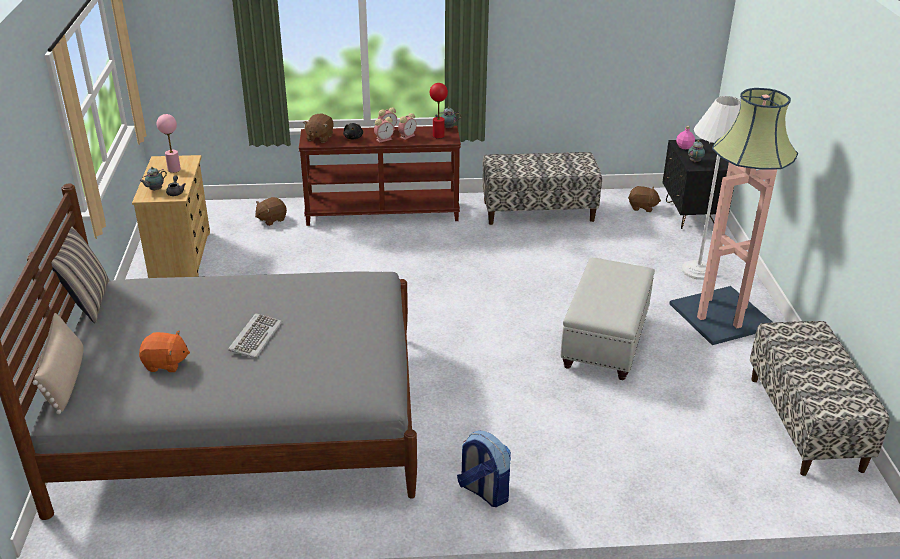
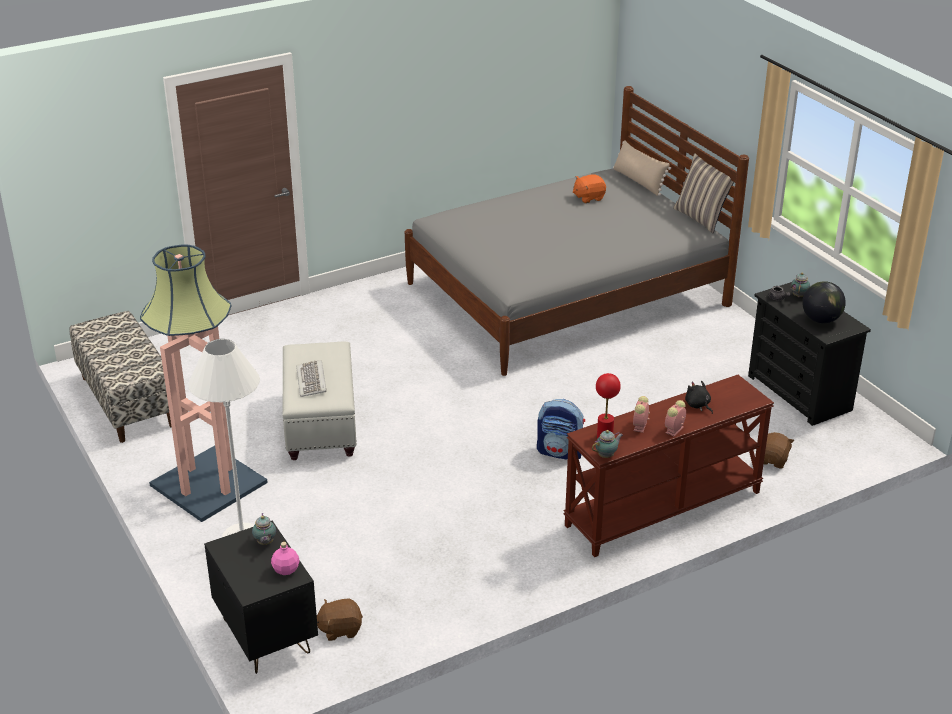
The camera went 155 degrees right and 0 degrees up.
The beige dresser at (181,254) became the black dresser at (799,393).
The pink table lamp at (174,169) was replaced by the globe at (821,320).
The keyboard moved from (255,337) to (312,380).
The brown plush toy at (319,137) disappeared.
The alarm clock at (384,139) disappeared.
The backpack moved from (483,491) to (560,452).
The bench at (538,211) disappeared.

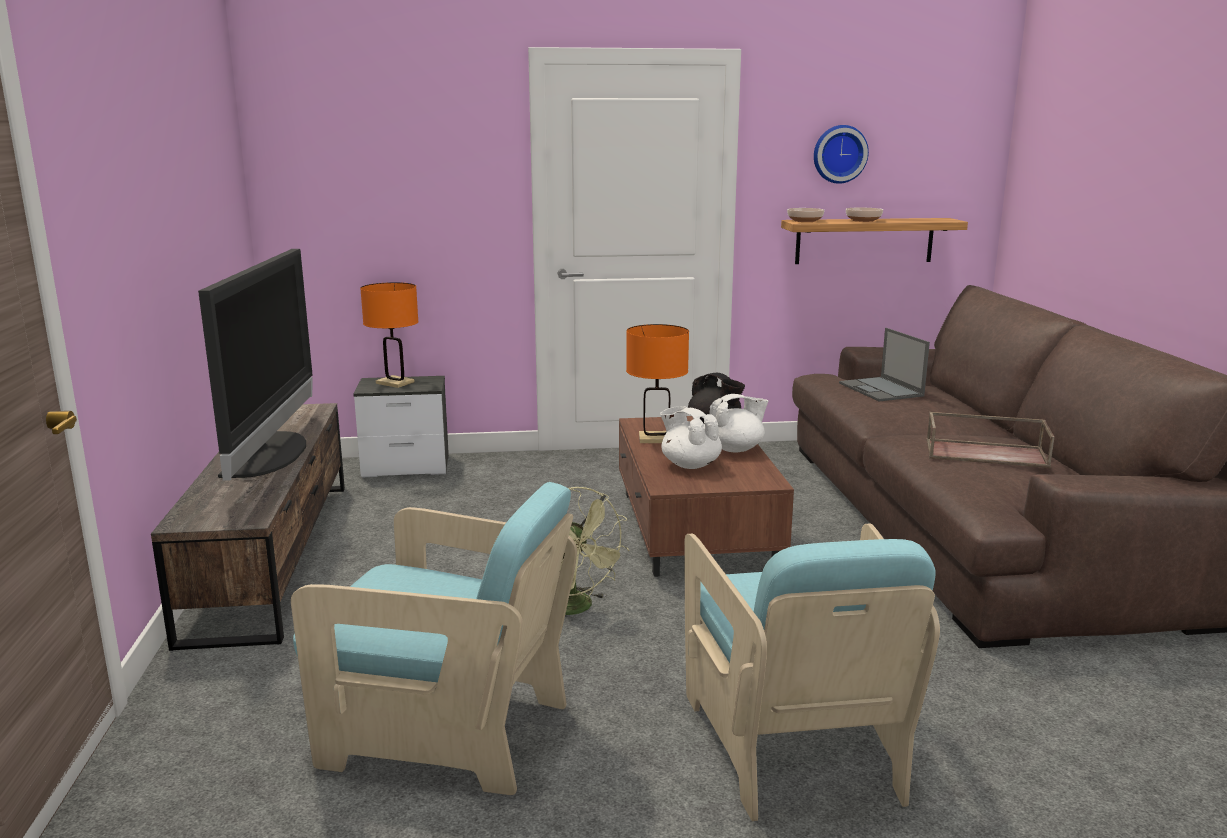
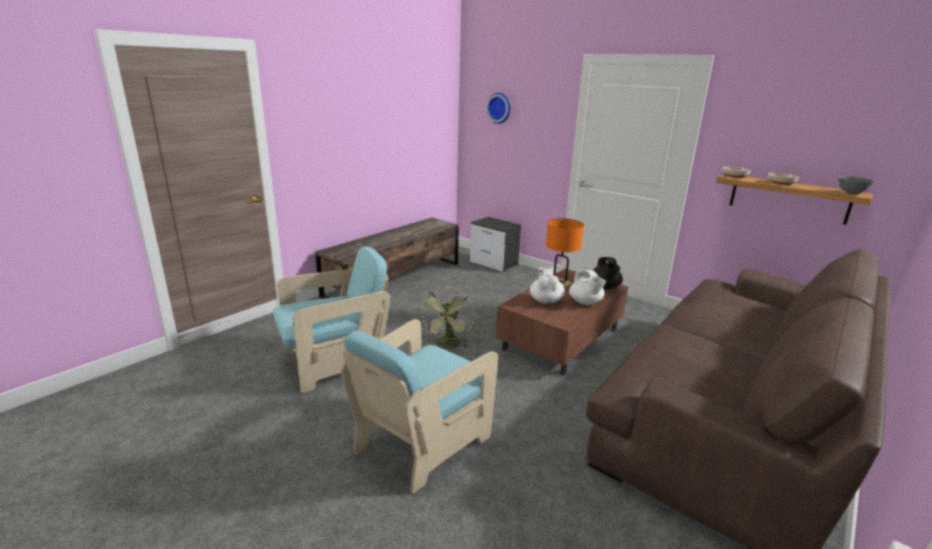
The camera went 45 degrees right and 5 degrees up.
The television at (270,454) disappeared.
The turquoise armchair at (446,731) turned 90 degrees counterclockwise.
The orange table lamp at (395,383) disappeared.
The white teapot at (735,449) turned 45 degrees clockwise.
The wall clock moved from (839,154) to (499,108).
The laptop at (881,390) disappeared.
The brown tray at (987,453) disappeared.
The grey bowl at (851,193) appeared.

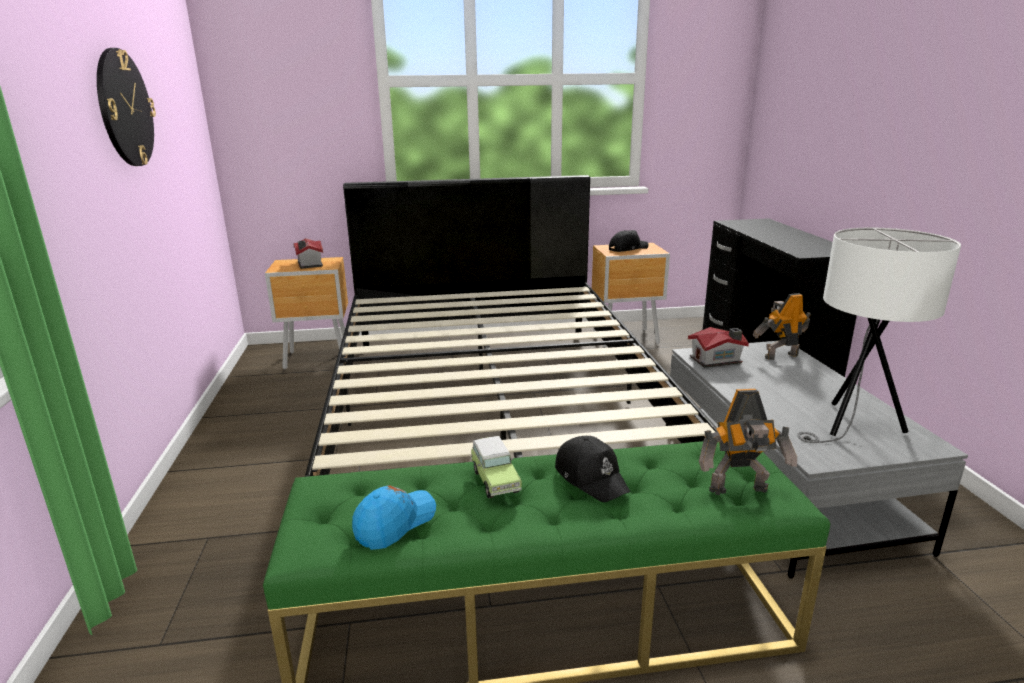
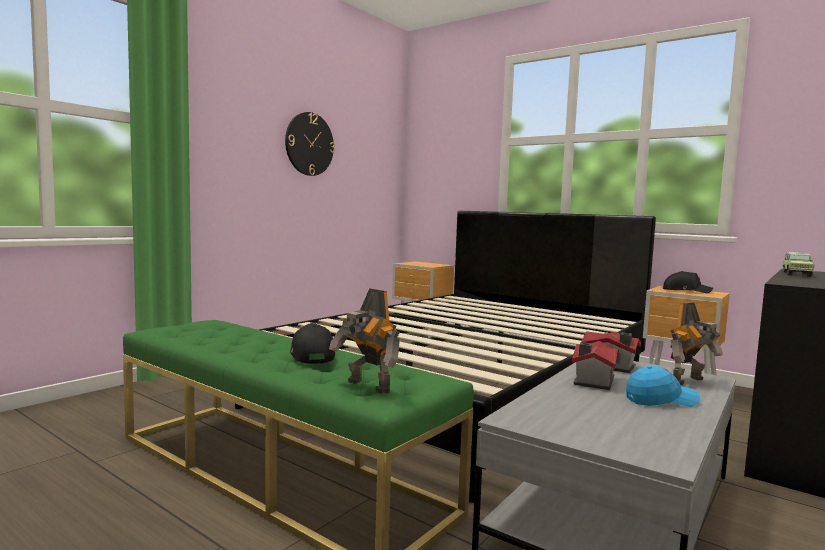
The camera went 45 degrees right and 15 degrees down.
The toy house moved from (309,264) to (592,381).
The blue cap moved from (395,523) to (661,400).
The toy car moved from (494,480) to (796,274).
The black cap at (591,477) turned 150 degrees clockwise.
The toy robot at (779,355) turned 120 degrees clockwise.
The white table lamp at (852,426) disappeared.

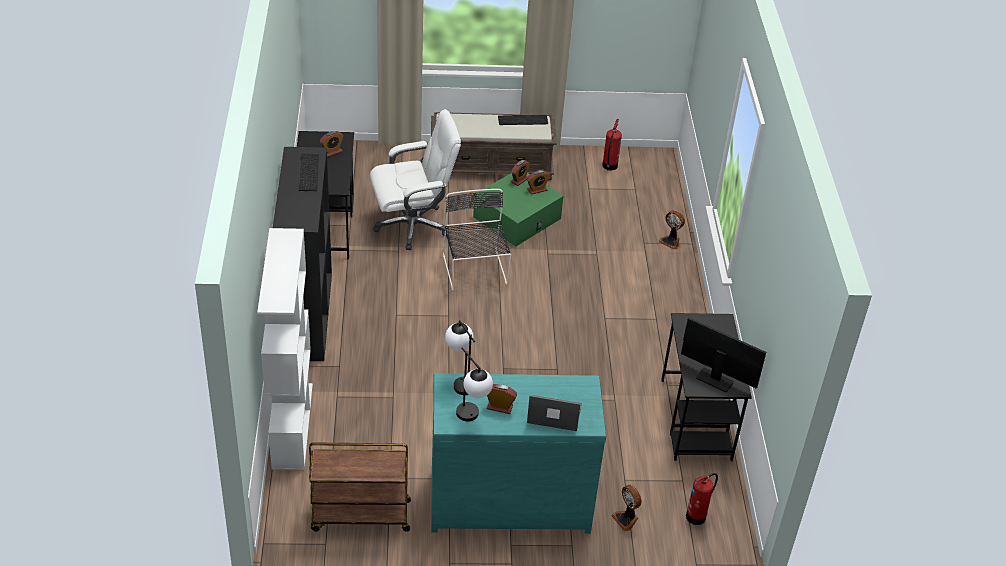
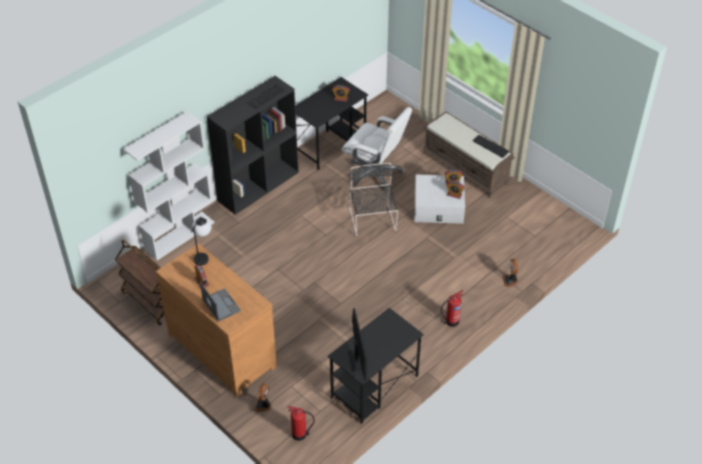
The camera went 50 degrees right and 5 degrees up.
The turquoise dresser at (509,499) became the brown dresser at (223,348).
The black chair at (475,271) turned 45 degrees counterclockwise.
The table lamp at (472,419) disappeared.
The green storage box at (517,217) became the white storage box at (438,206).
The fire extinguisher moved from (609,166) to (451,321).

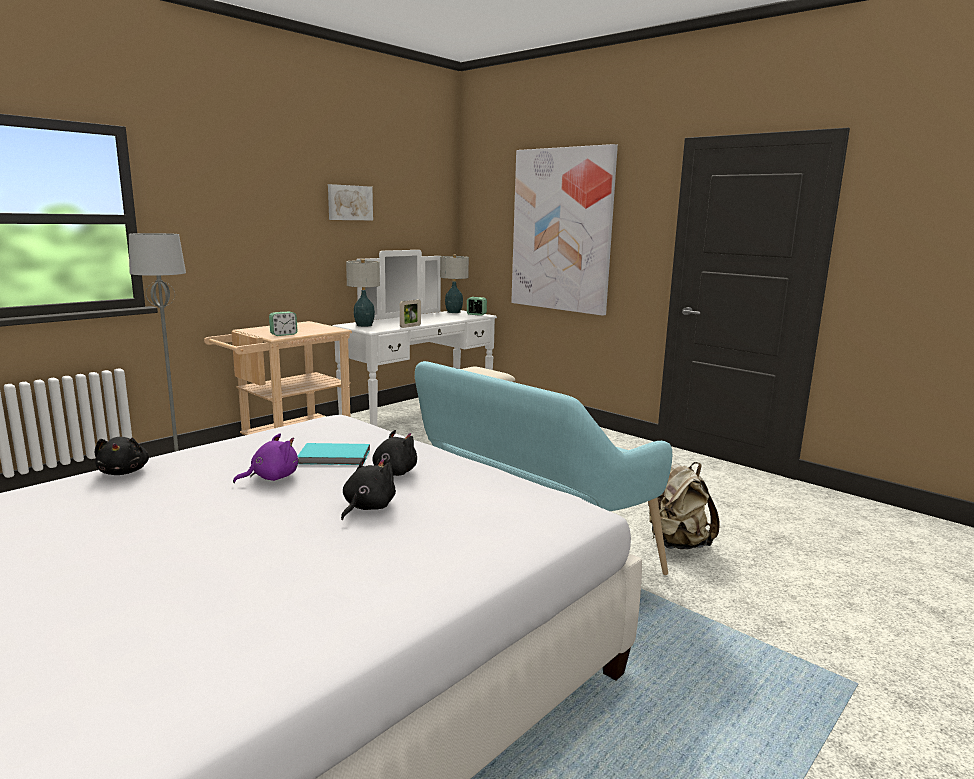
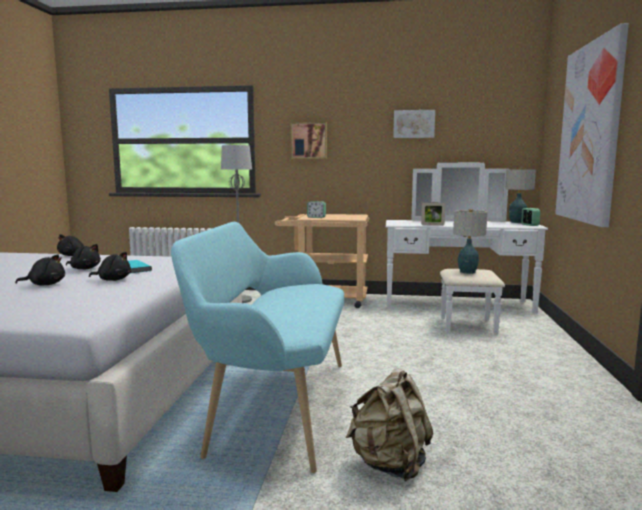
The camera went 55 degrees right and 5 degrees down.
The purple plush toy at (271,478) became the black plush toy at (85,269).
The table lamp moved from (364,325) to (467,272).
The picture at (309,140) appeared.

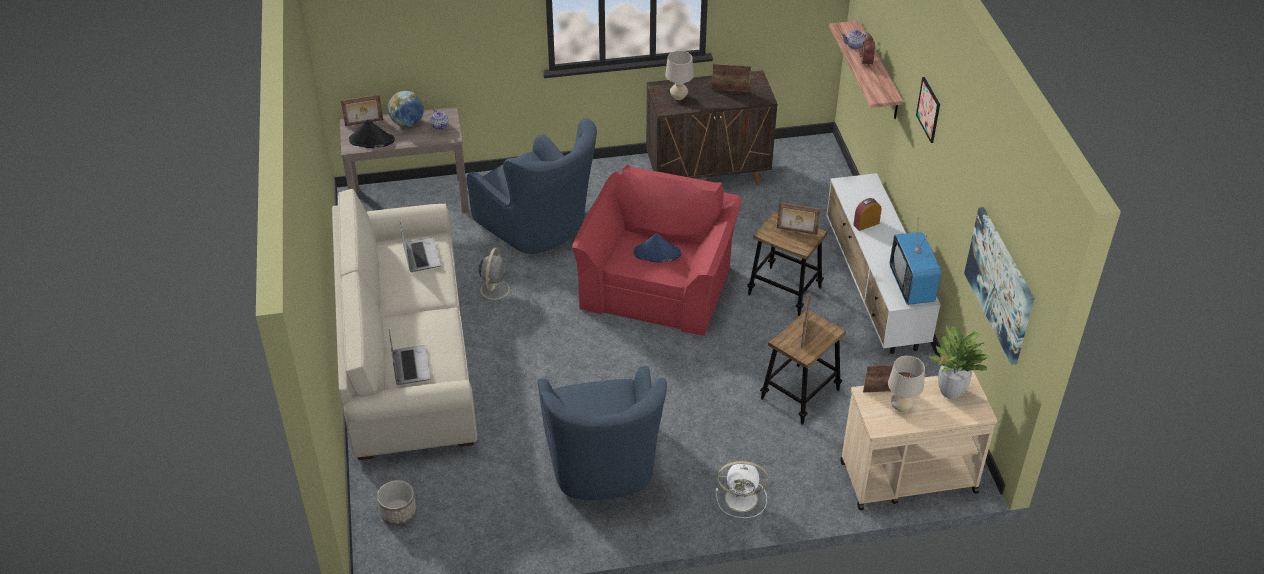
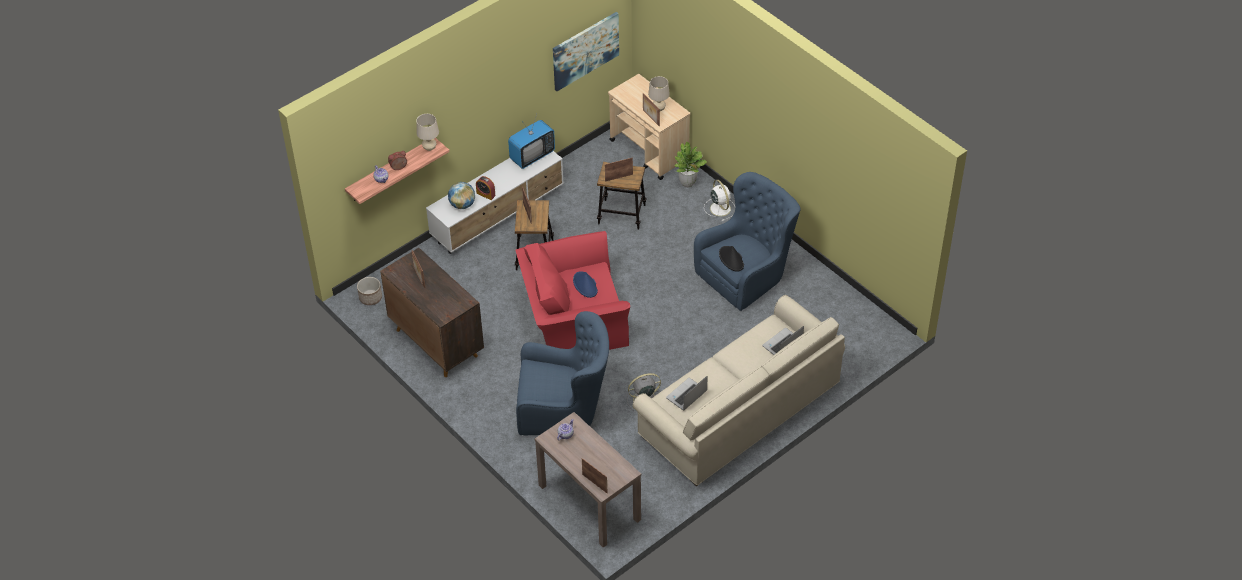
The camera went 120 degrees left and 5 degrees up.
The black hat moved from (371,140) to (731,259).
The planter moved from (398,512) to (370,298).
The globe moved from (408,123) to (462,205).
The blue armchair at (538,228) turned 75 degrees clockwise.
The beige table lamp moved from (678,97) to (429,148).
The picture at (928,109) disappeared.
The potted plant moved from (950,391) to (687,183).

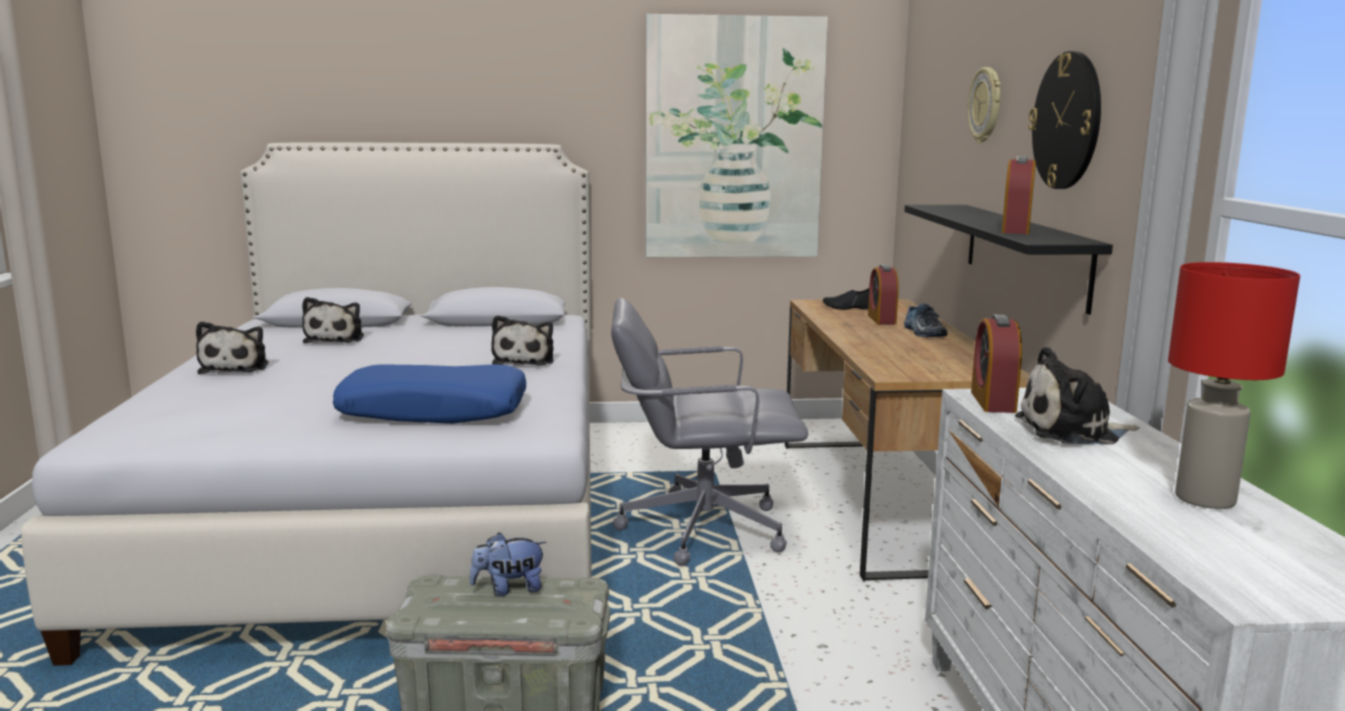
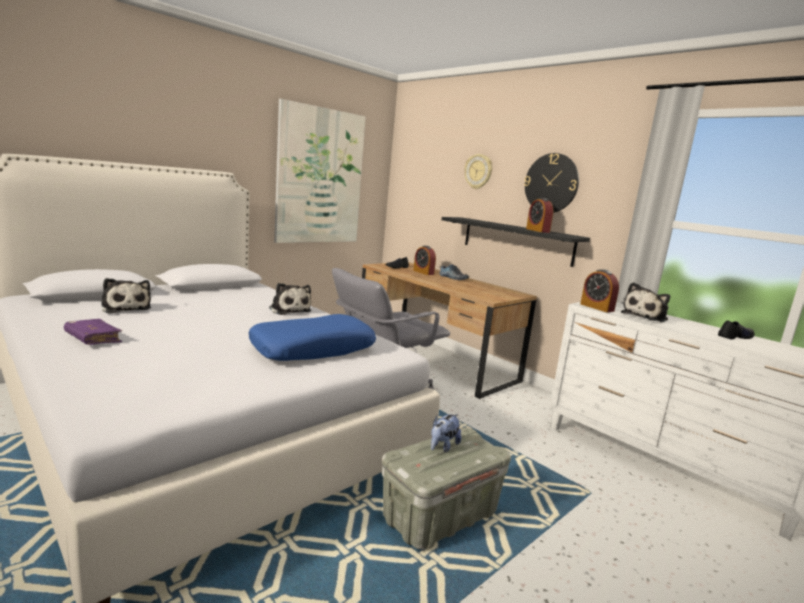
The camera went 40 degrees left and 0 degrees up.
The plush toy at (236,368) was replaced by the purple book at (93,339).
The red table lamp at (1203,499) was replaced by the black shoe at (735,336).

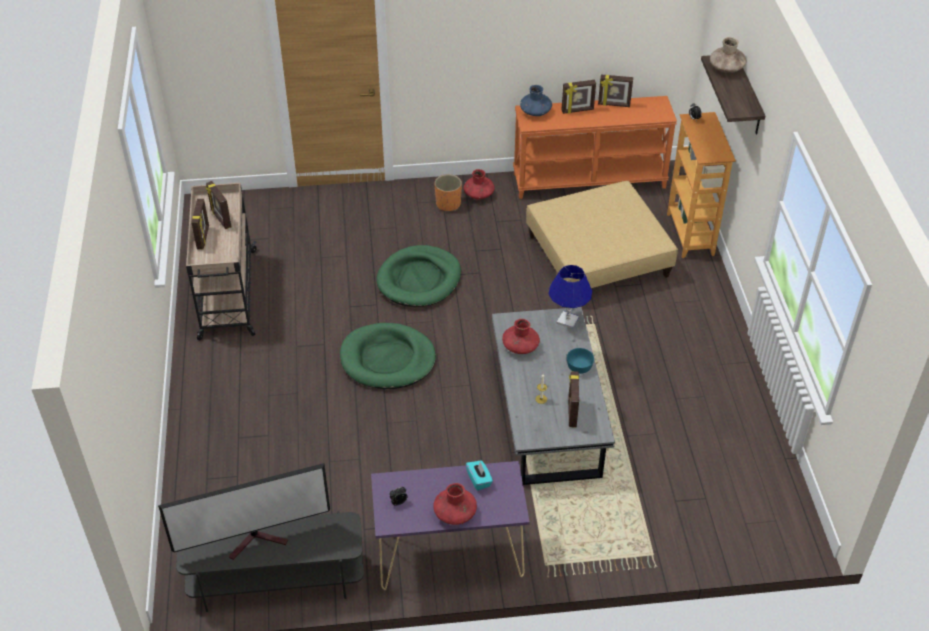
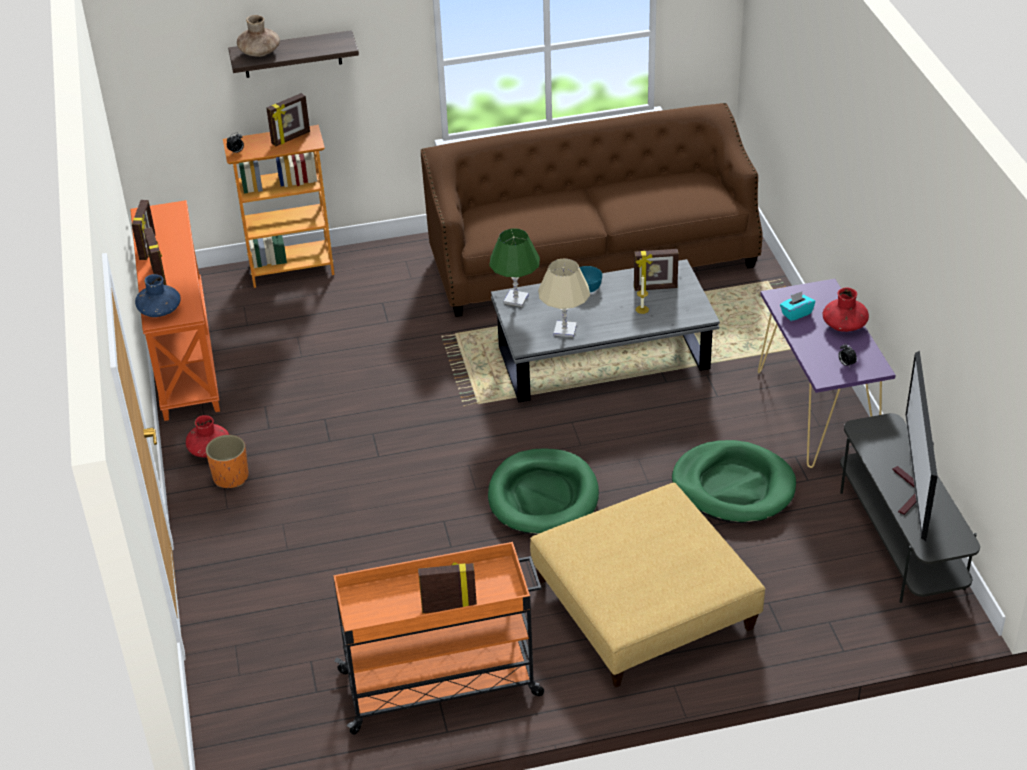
The camera went 95 degrees left and 5 degrees down.
The television at (258,540) turned 150 degrees counterclockwise.
The beige cart at (227,295) became the orange cart at (442,683).
The picture frame moved from (220,219) to (291,138).
The green dog bed moved from (419,279) to (733,486).
The red vase at (520,346) was replaced by the beige table lamp at (564,330).
The beige ottoman moved from (597,256) to (643,604).
The blue table lamp at (567,320) became the green table lamp at (516,299).
The brown sofa at (592,259) appeared.

